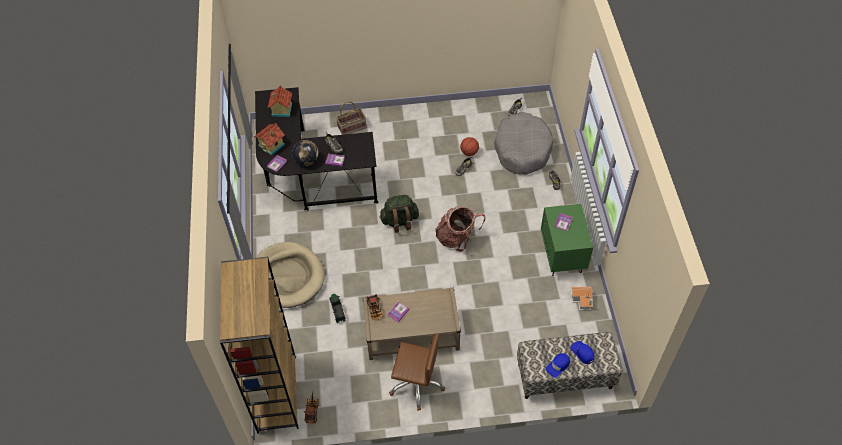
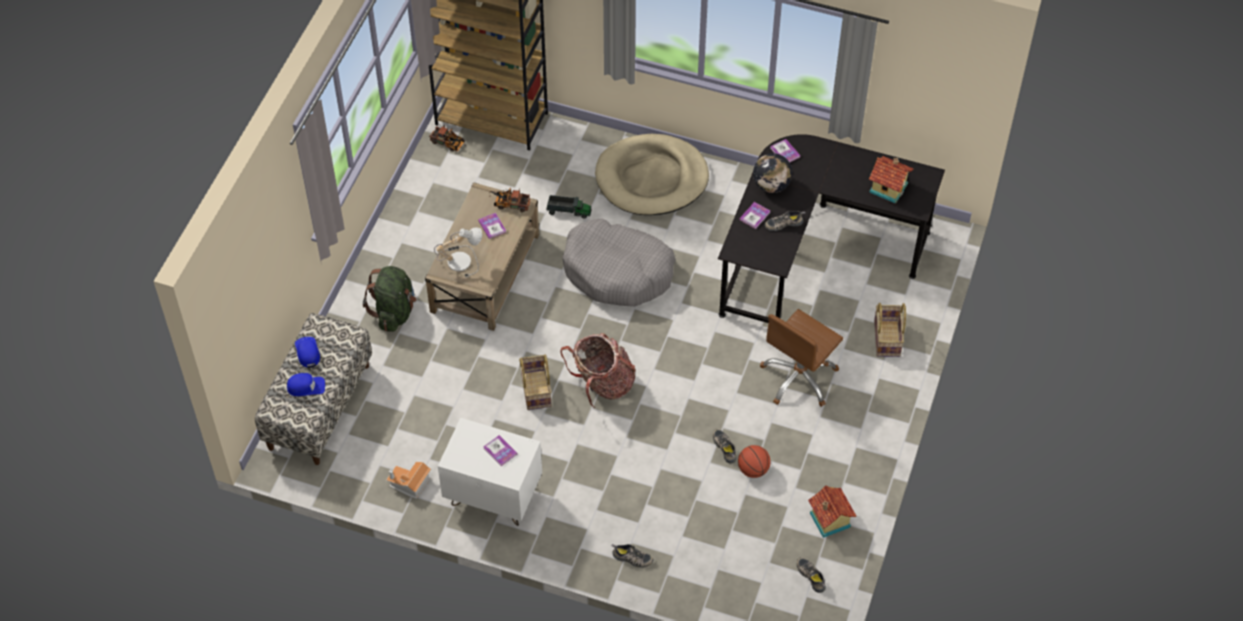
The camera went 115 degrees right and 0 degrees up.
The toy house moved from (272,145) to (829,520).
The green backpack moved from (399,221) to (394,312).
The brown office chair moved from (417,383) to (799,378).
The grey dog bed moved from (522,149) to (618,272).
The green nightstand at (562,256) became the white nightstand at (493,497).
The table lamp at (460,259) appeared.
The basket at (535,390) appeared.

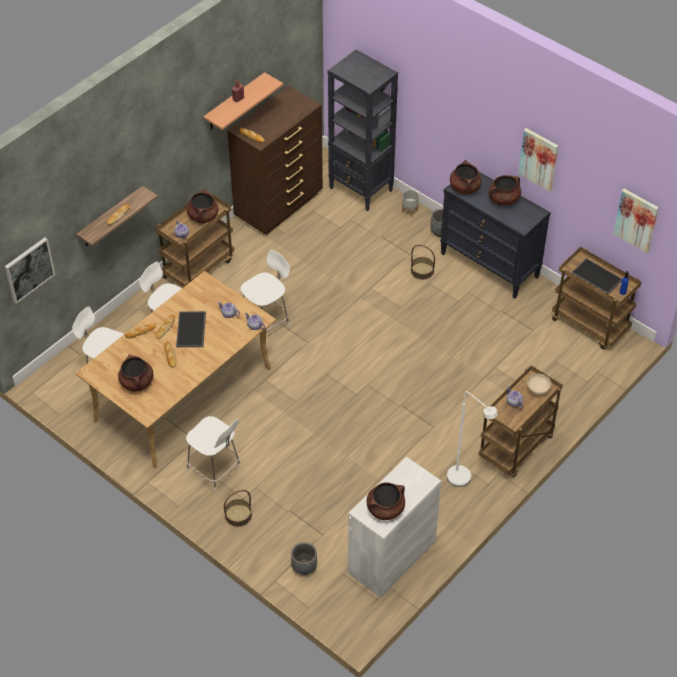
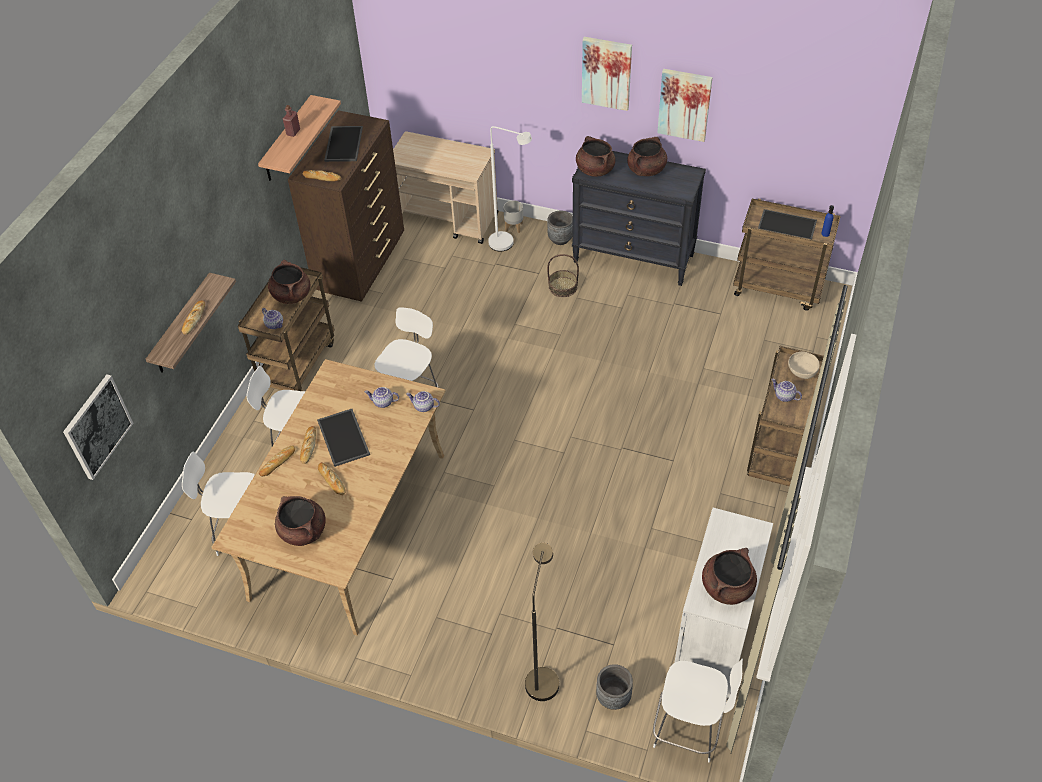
The camera went 20 degrees left and 0 degrees up.
The white stool moved from (215,469) to (689,729).
The basket at (238,515) disappeared.
The black bookcase at (361,190) was replaced by the beige cart at (447,220).
The white floor lamp moved from (464,480) to (508,244).
The picture moved from (636,220) to (606,73).
The tray at (343,143) appeared.
The brown floor lamp at (542,675) appeared.

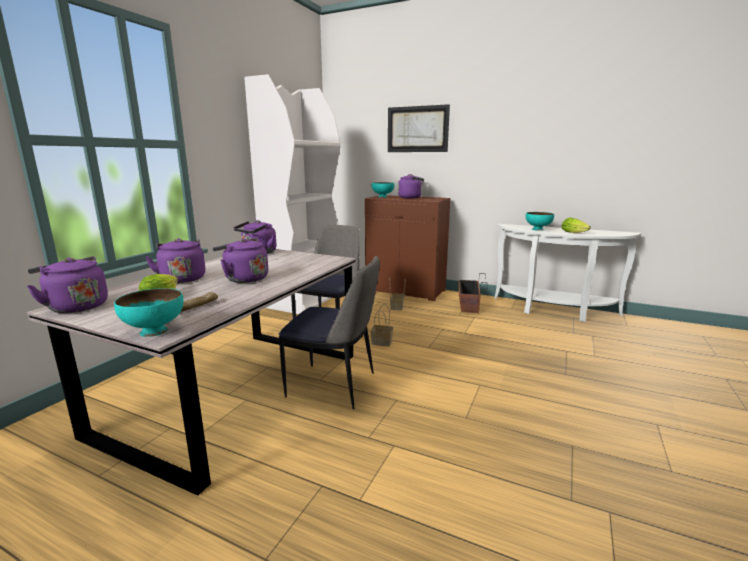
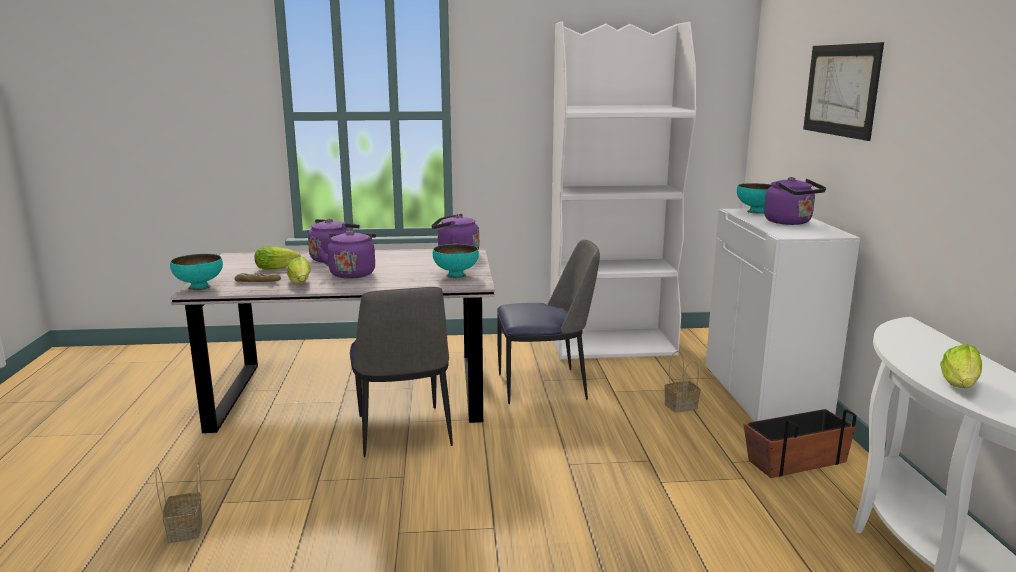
The camera went 60 degrees right and 0 degrees up.
The purple kettle at (76,306) disappeared.
The brown cabinet at (406,290) became the white cabinet at (766,394).
The basket moved from (382,342) to (186,530).
The turquoise bowl moved from (538,229) to (455,276).
The lettuce at (300,283) appeared.

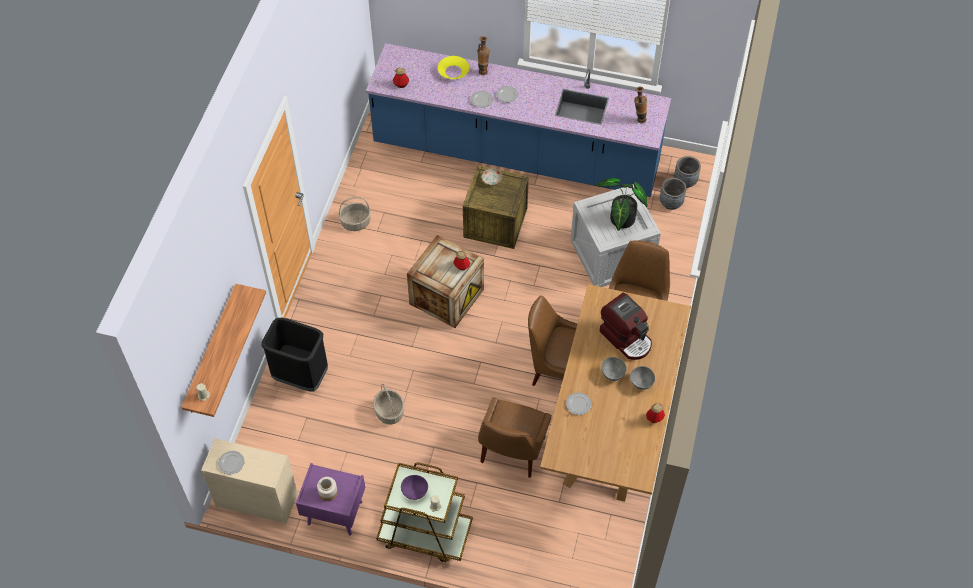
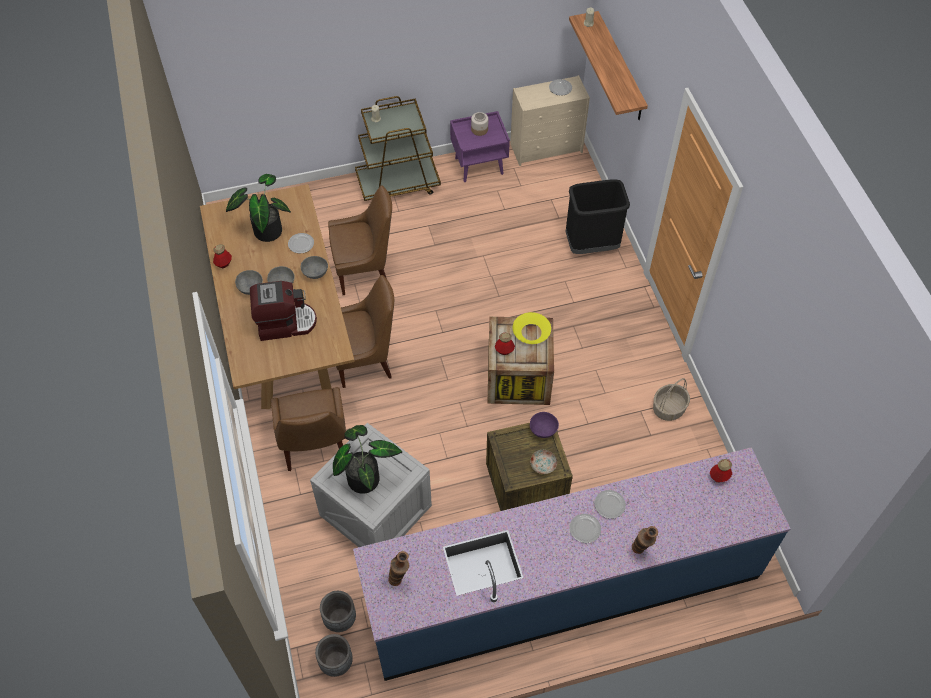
The camera went 150 degrees right and 0 degrees up.
The basket at (389,412) disappeared.
The purple bowl moved from (415,492) to (542,430).
The yellow bowl moved from (453,71) to (531,332).
The brown chair at (511,452) turned 90 degrees clockwise.
The coffee machine at (626,338) turned 150 degrees clockwise.
The potted plant at (265,229) appeared.
The grey bowl at (315,274) appeared.

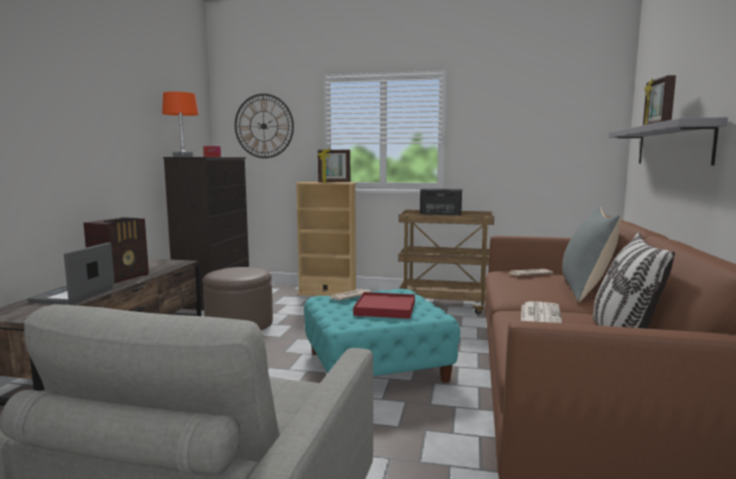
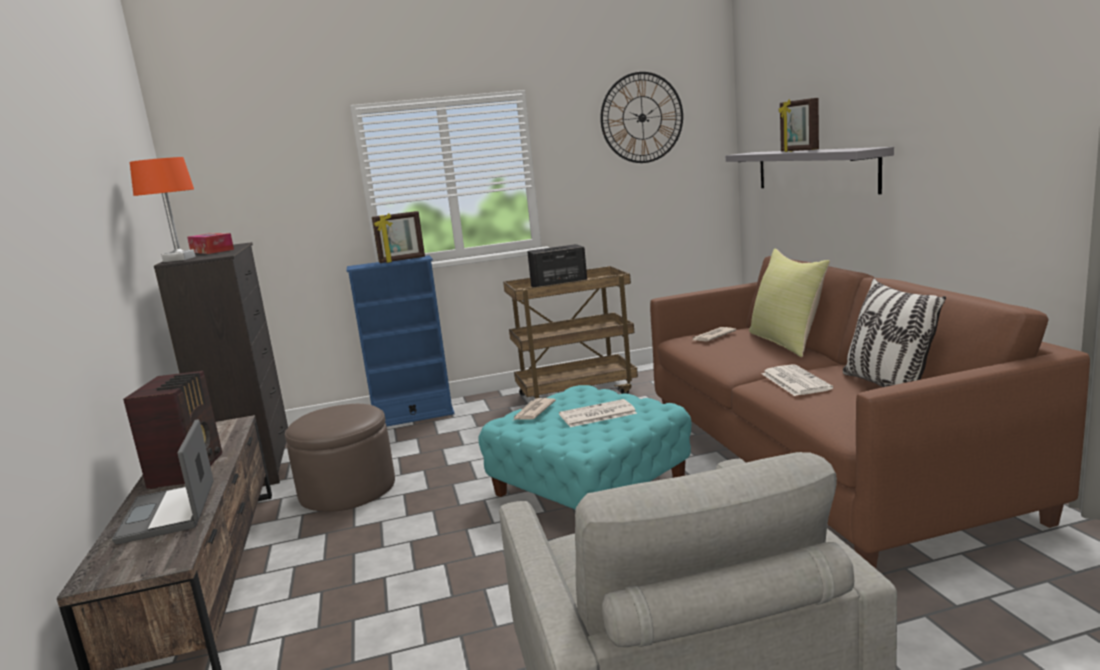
The camera went 25 degrees left and 5 degrees up.
The wall clock moved from (264,126) to (642,118).
The beige bookcase at (327,294) became the blue bookcase at (413,417).
The red tray at (385,308) was replaced by the newspaper at (596,414).
The grey pillow at (586,290) became the yellow pillow at (787,342).

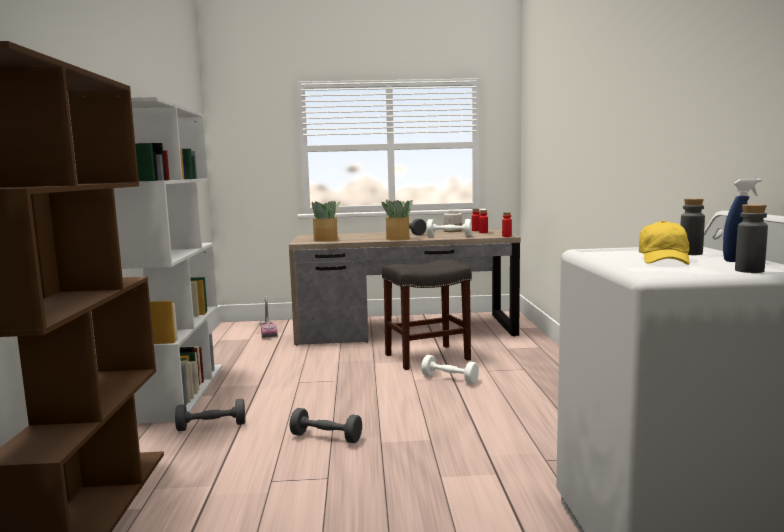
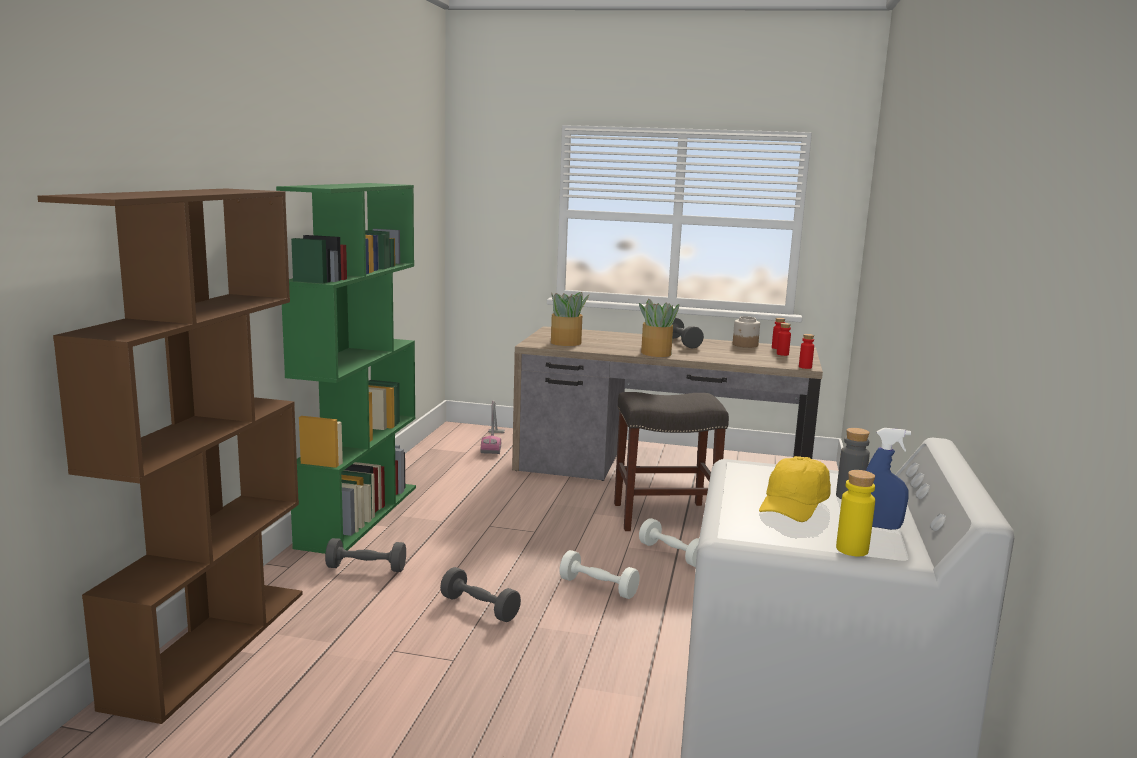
The camera went 15 degrees right and 5 degrees up.
The white bookcase at (183,391) became the green bookcase at (359,515).
The white dumbbell moved from (449,236) to (598,587).
The grey bottle at (749,270) became the yellow bottle at (852,549).

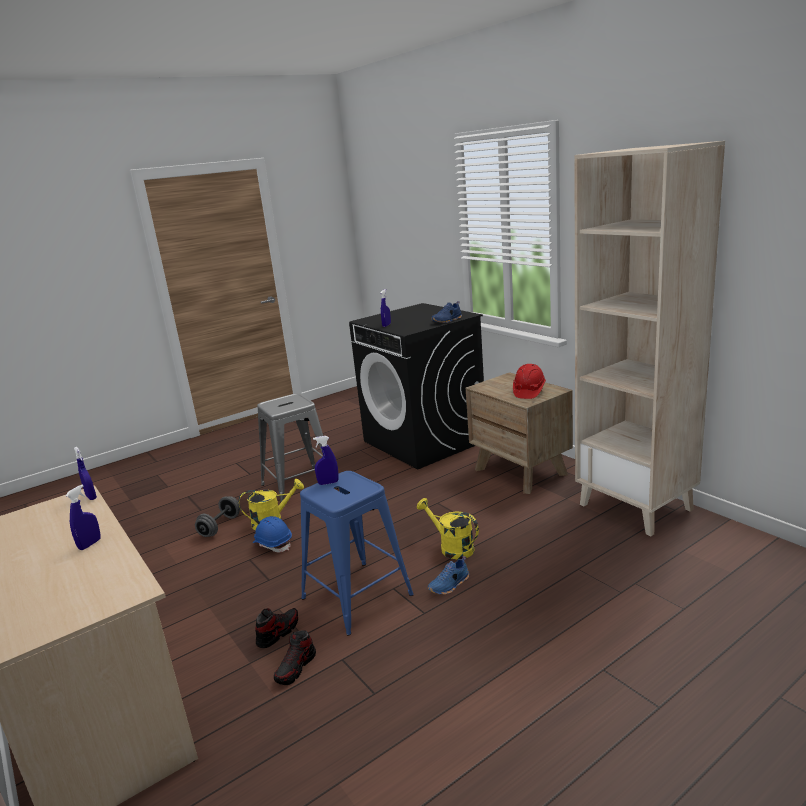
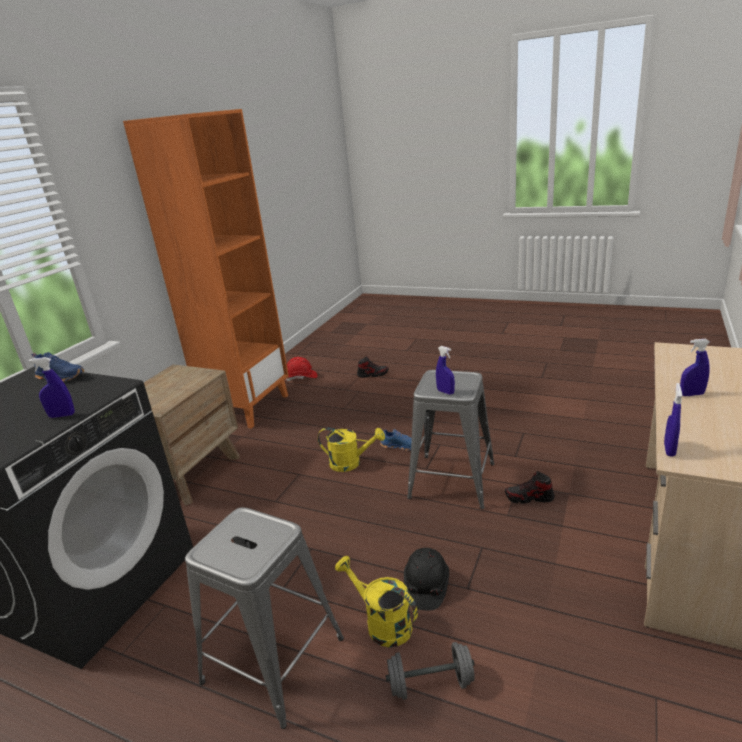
The camera went 120 degrees left and 5 degrees up.
The blue hard hat at (273,544) became the black hard hat at (426,587).
The shoe moved from (296,668) to (373,374).
The blue stool at (357,596) became the grey stool at (451,480).
The yellow watering can at (451,547) turned 90 degrees counterclockwise.
The red hard hat moved from (529,391) to (301,377).
The beige bookcase at (636,507) became the orange bookcase at (247,407).

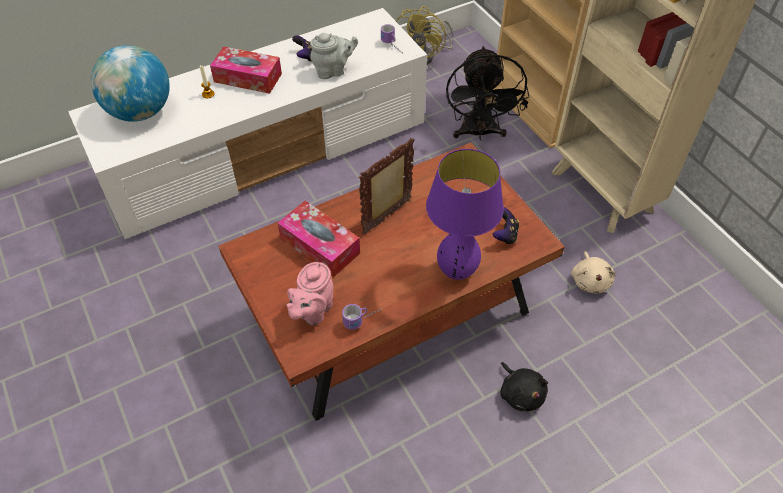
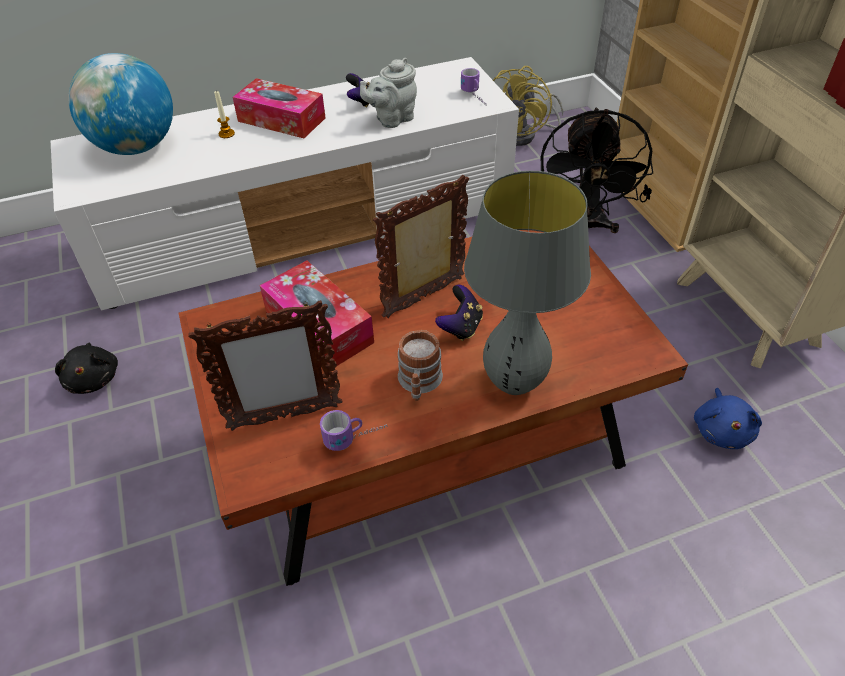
The camera went 10 degrees right and 5 degrees down.
The pink teapot at (312,311) was replaced by the picture frame at (284,417).
The grey teapot at (333,71) turned 150 degrees clockwise.
The purple table lamp at (456,272) became the grey table lamp at (514,384).
The game controller moved from (505,235) to (461,327).
The black plush toy moved from (521,393) to (94,378).
The beige plush toy at (590,280) became the blue plush toy at (722,430).
The mug at (419,383) appeared.

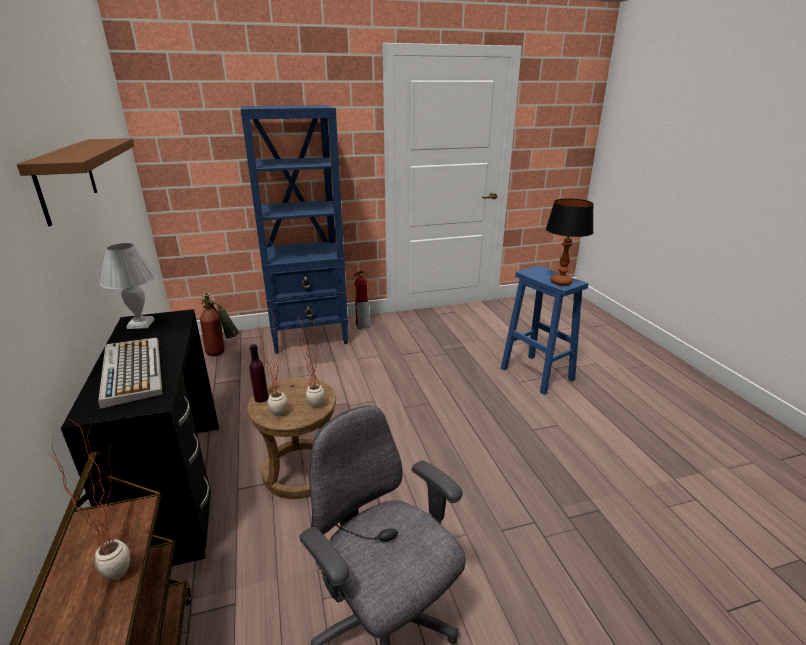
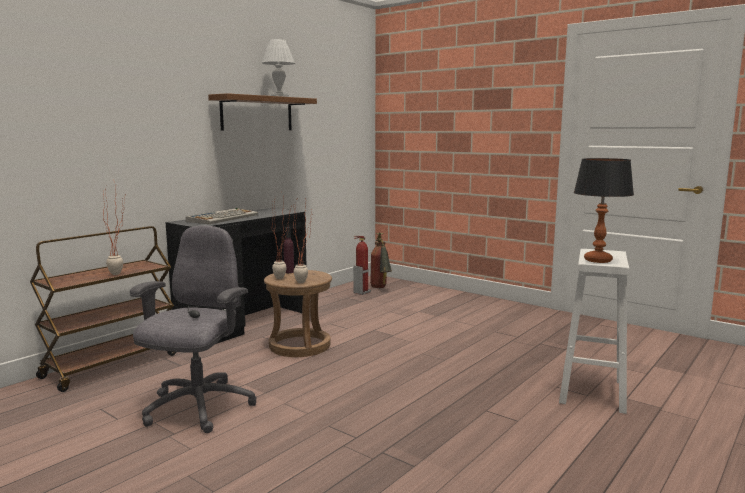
The camera went 55 degrees right and 15 degrees down.
The white table lamp moved from (141,324) to (279,96).
The blue bookcase at (310,336) disappeared.
The fire extinguisher moved from (362,325) to (361,292).
The blue stool at (536,373) became the white stool at (592,391).

